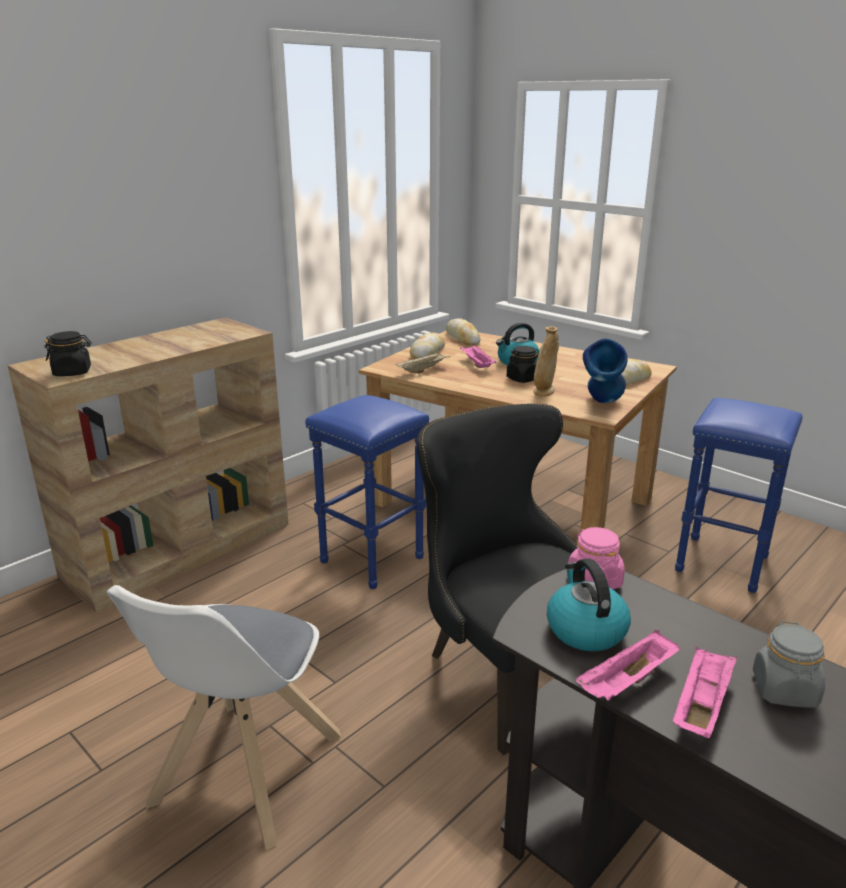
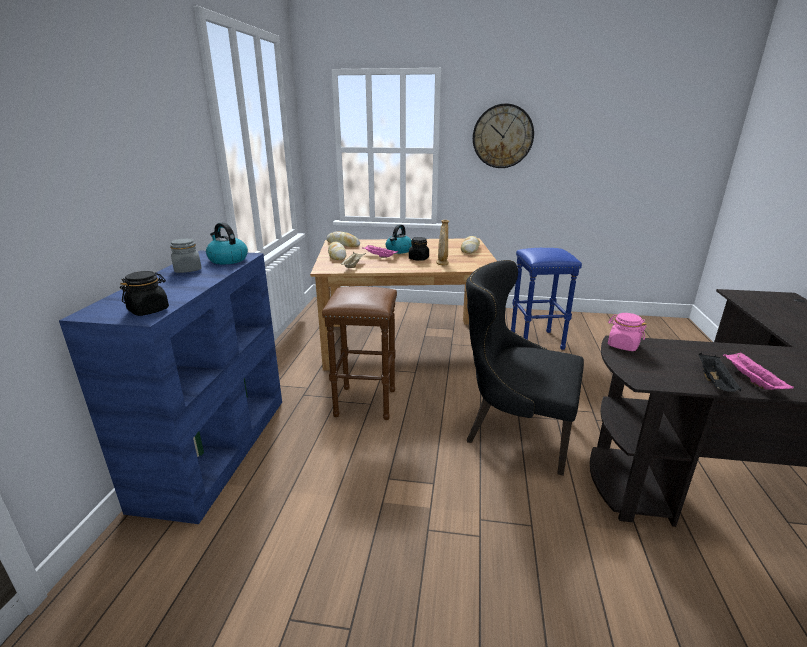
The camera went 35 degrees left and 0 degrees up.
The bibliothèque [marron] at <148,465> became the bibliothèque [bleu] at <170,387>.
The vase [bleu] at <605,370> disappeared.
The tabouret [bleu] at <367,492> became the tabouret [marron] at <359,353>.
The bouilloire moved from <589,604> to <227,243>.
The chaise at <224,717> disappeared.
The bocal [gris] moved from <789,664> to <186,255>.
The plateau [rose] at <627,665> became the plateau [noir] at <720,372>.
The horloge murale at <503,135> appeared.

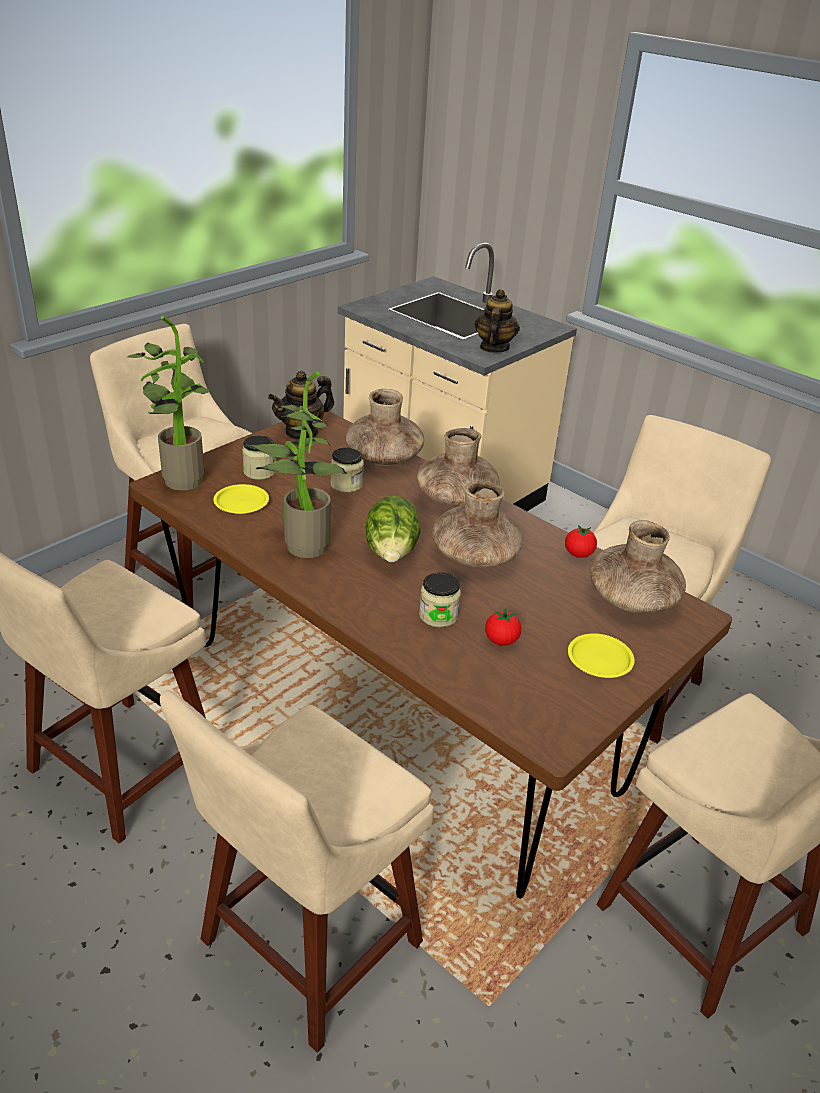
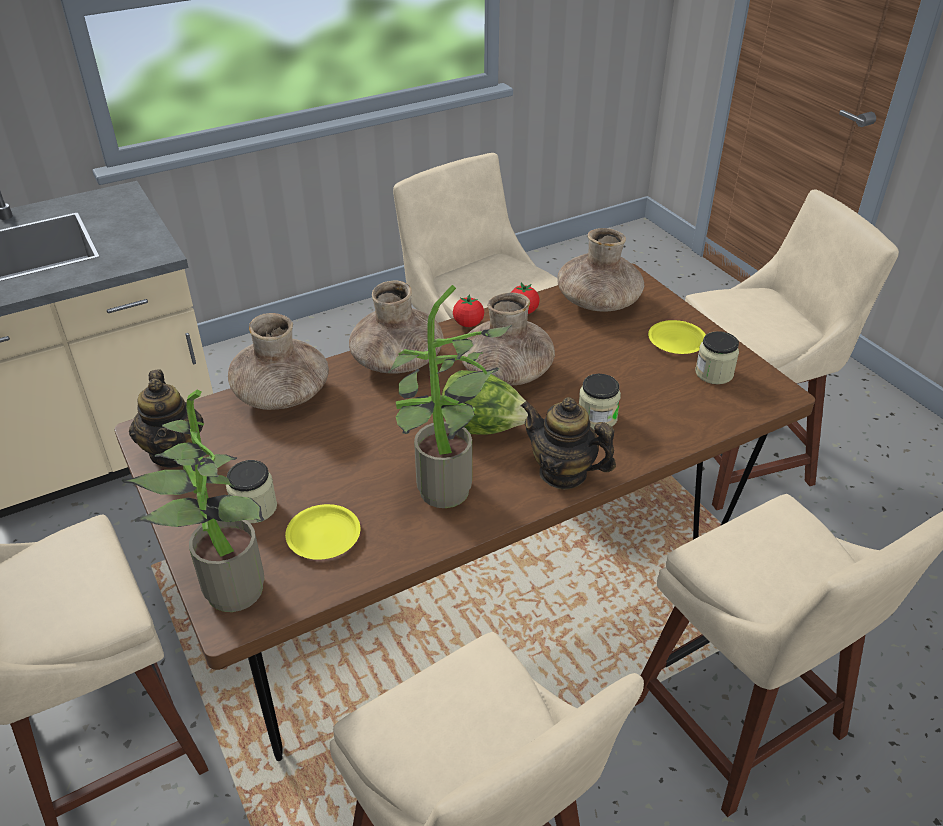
The camera went 70 degrees left and 5 degrees up.
The théière moved from <497,321> to <568,443>.
The bocal moved from <347,470> to <717,357>.
The tomate moved from <503,627> to <468,310>.

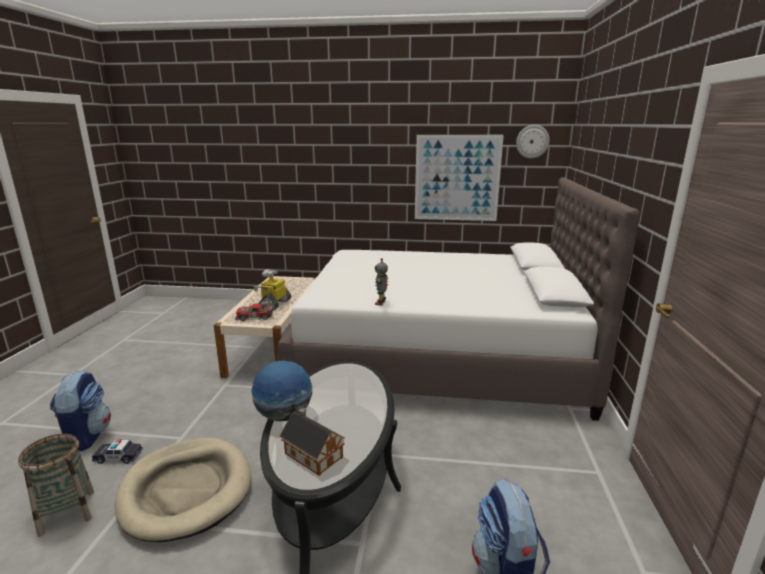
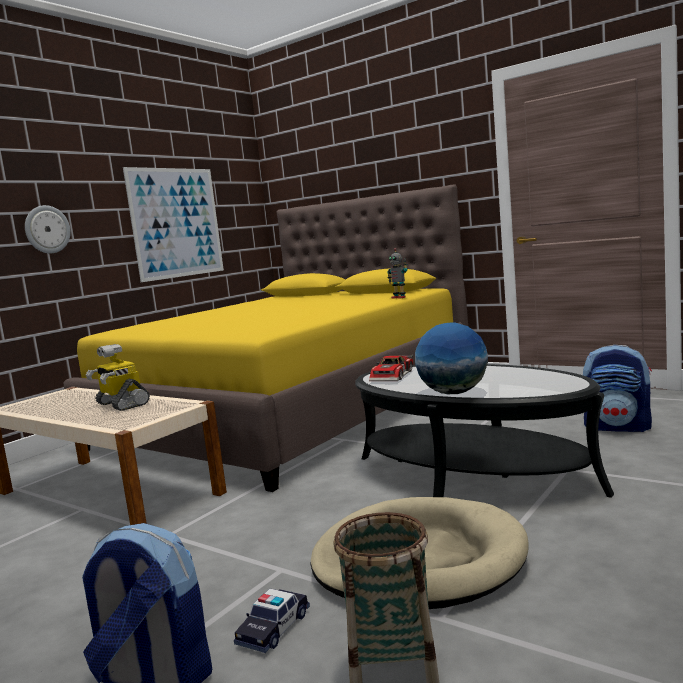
The camera went 60 degrees left and 10 degrees down.
The horloge murale moved from <533,141> to <48,229>.
The lit [blanc] at <459,299> became the lit [jaune] at <265,338>.
The robot jouet moved from <381,282> to <397,273>.
The petite voiture moved from <254,312> to <391,368>.
The maison miniature at <312,441> disappeared.

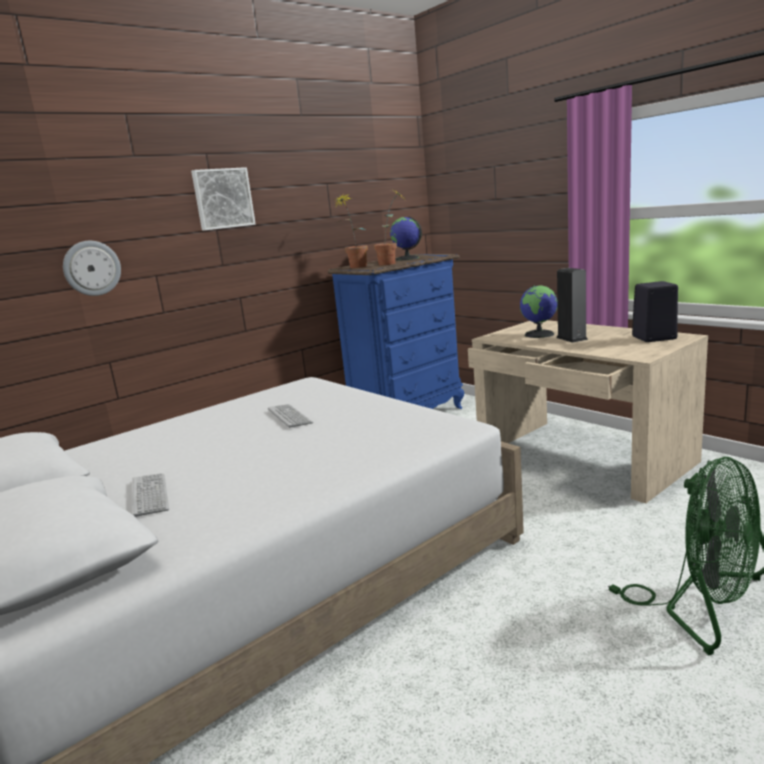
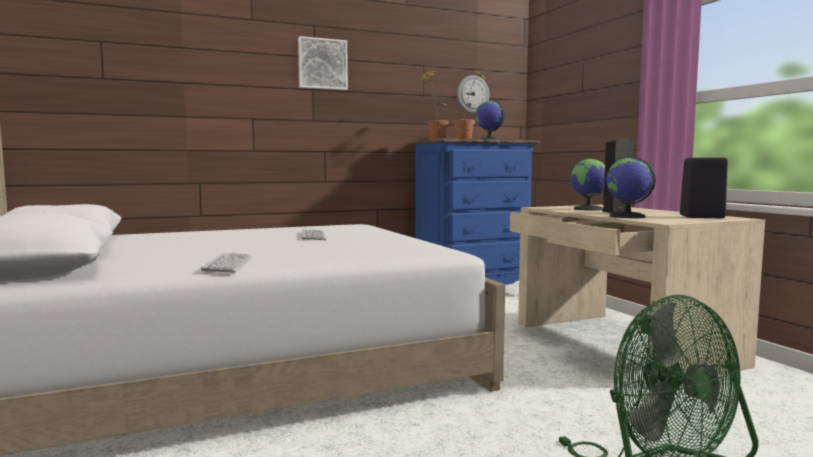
The camera went 15 degrees right and 10 degrees down.
The horloge murale moved from <92,268> to <473,94>.
The clavier moved from <150,495> to <226,263>.
The globe at <631,188> appeared.

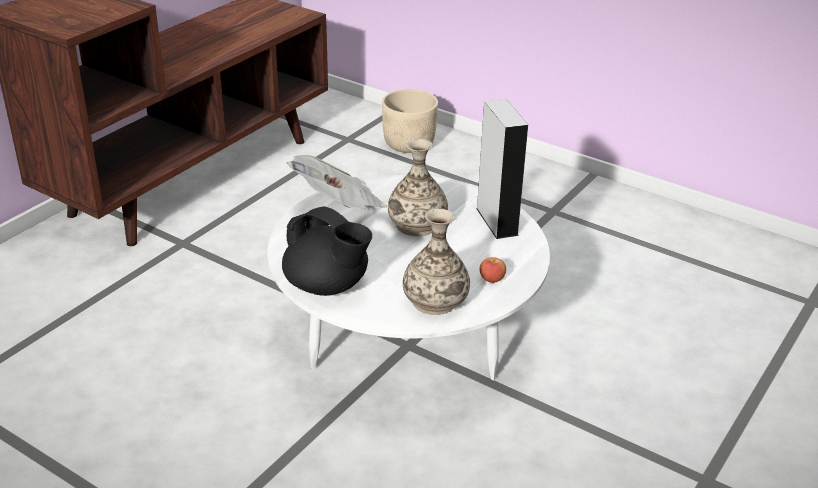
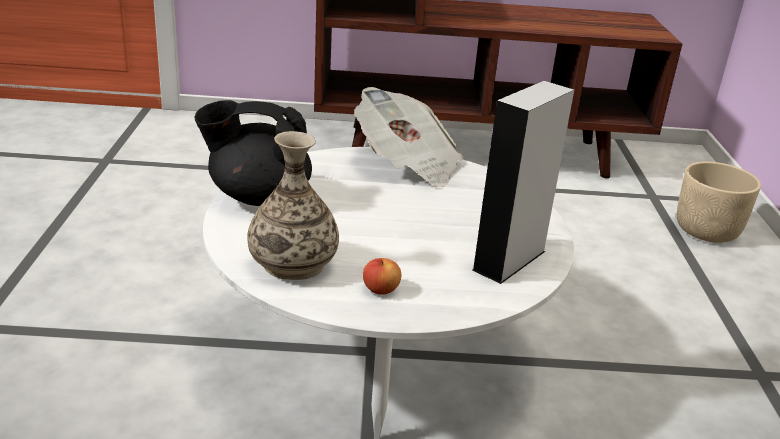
The camera went 55 degrees right and 5 degrees down.
The vase at <418,187> disappeared.
The théière [noir] at <327,251> turned 90 degrees clockwise.

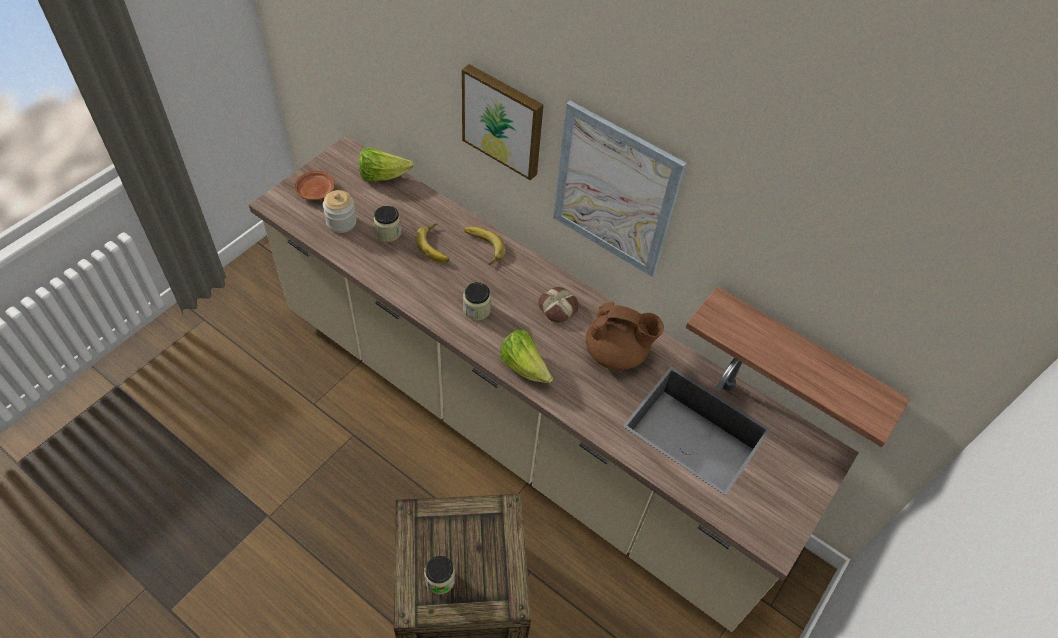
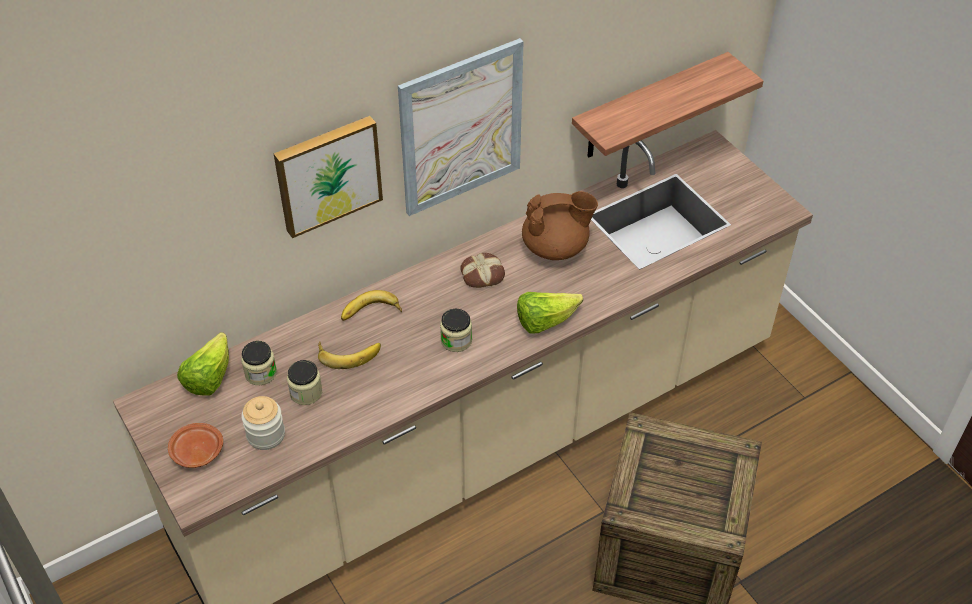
The camera went 65 degrees left and 5 degrees down.
The théière [marron] at <625,336> turned 45 degrees clockwise.
The bocal moved from <439,575> to <259,363>.

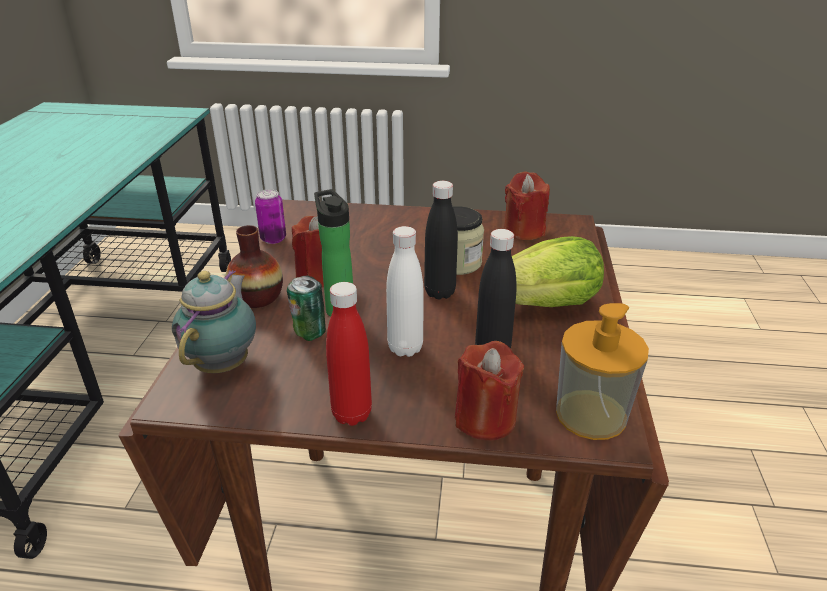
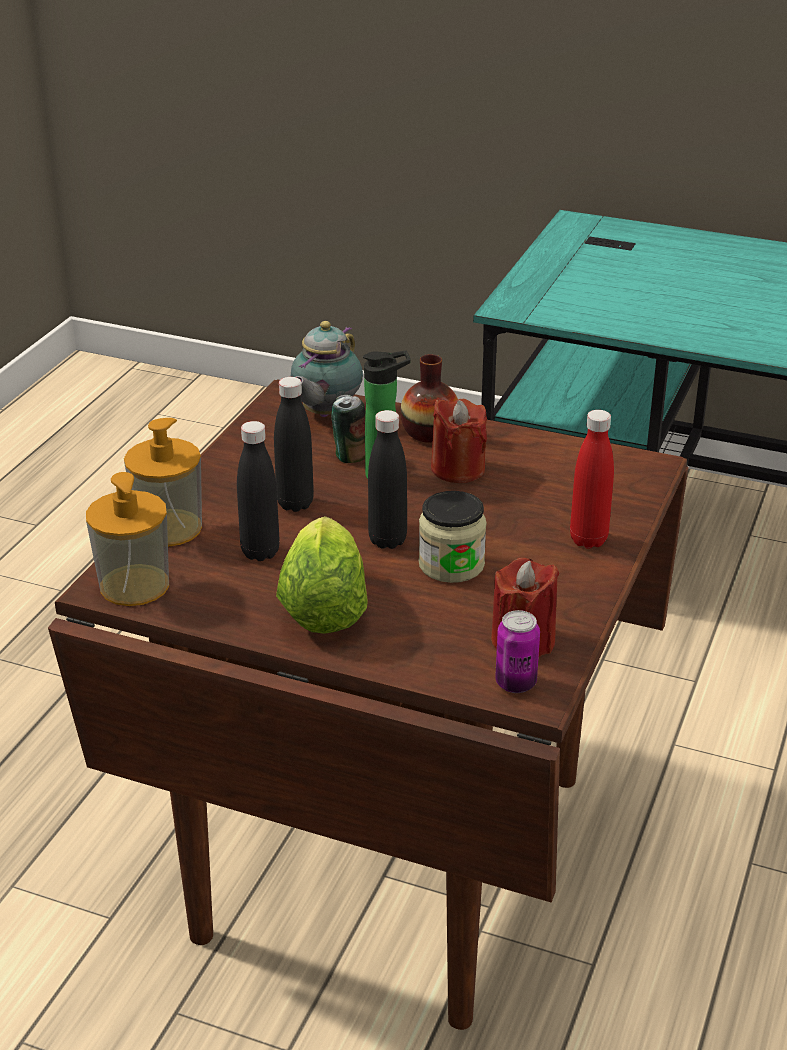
The camera went 105 degrees right and 0 degrees up.
The boîte métallique moved from <270,216> to <517,651>.
The bouteille [blanc] at <404,291> became the bouteille [noir] at <294,444>.
The théière at <214,321> turned 90 degrees clockwise.
The bouteille [rouge] moved from <349,354> to <592,479>.
The bougie [rouge] at <489,390> was replaced by the distributeur de savon at <163,482>.

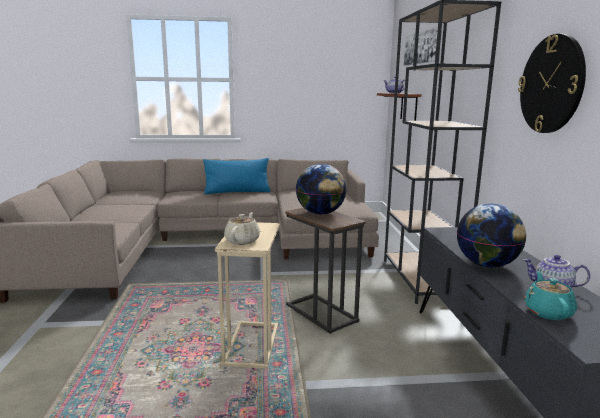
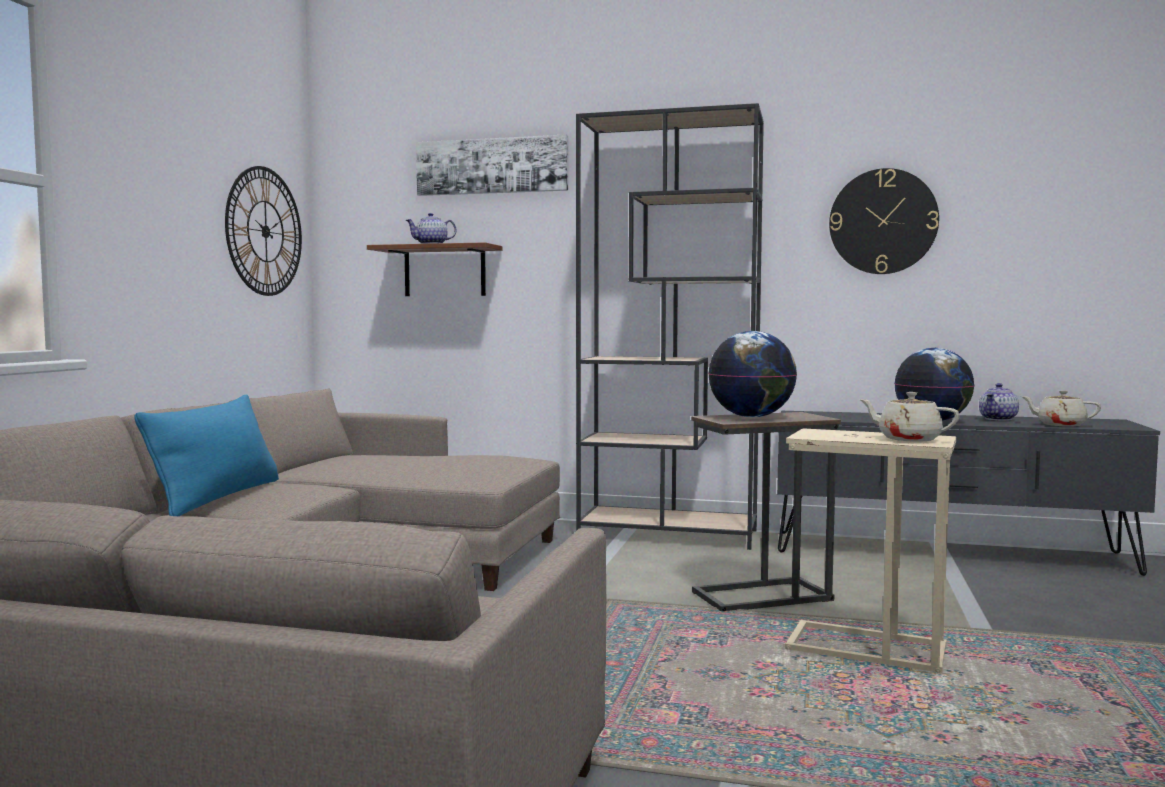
The camera went 70 degrees left and 10 degrees down.
The théière [turquoise] at <550,295> became the théière [beige] at <1061,408>.
The horloge murale at <263,231> appeared.

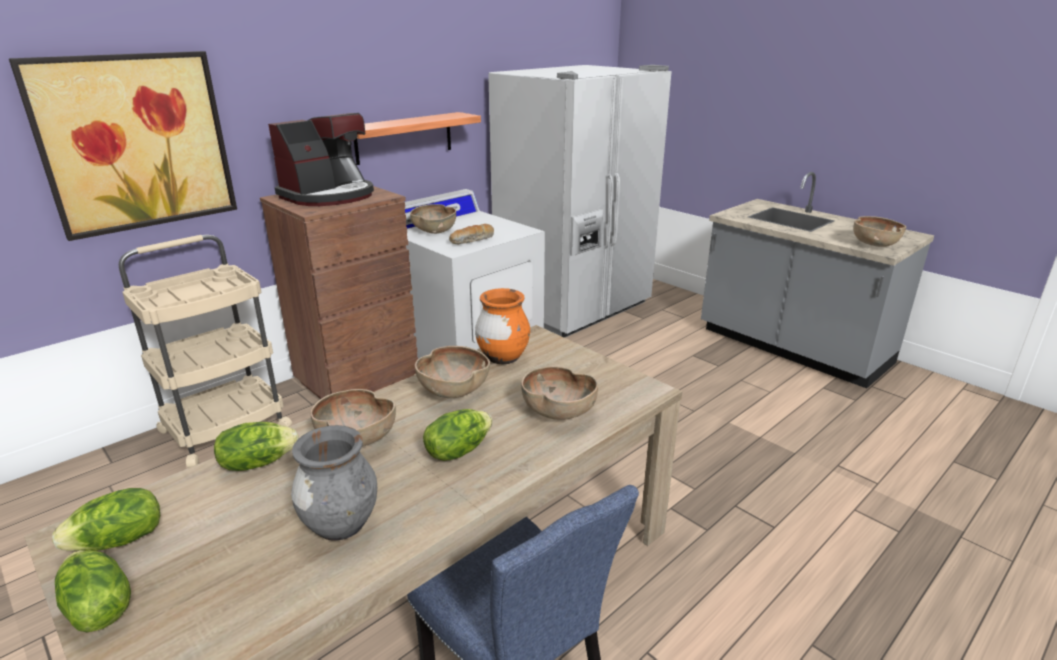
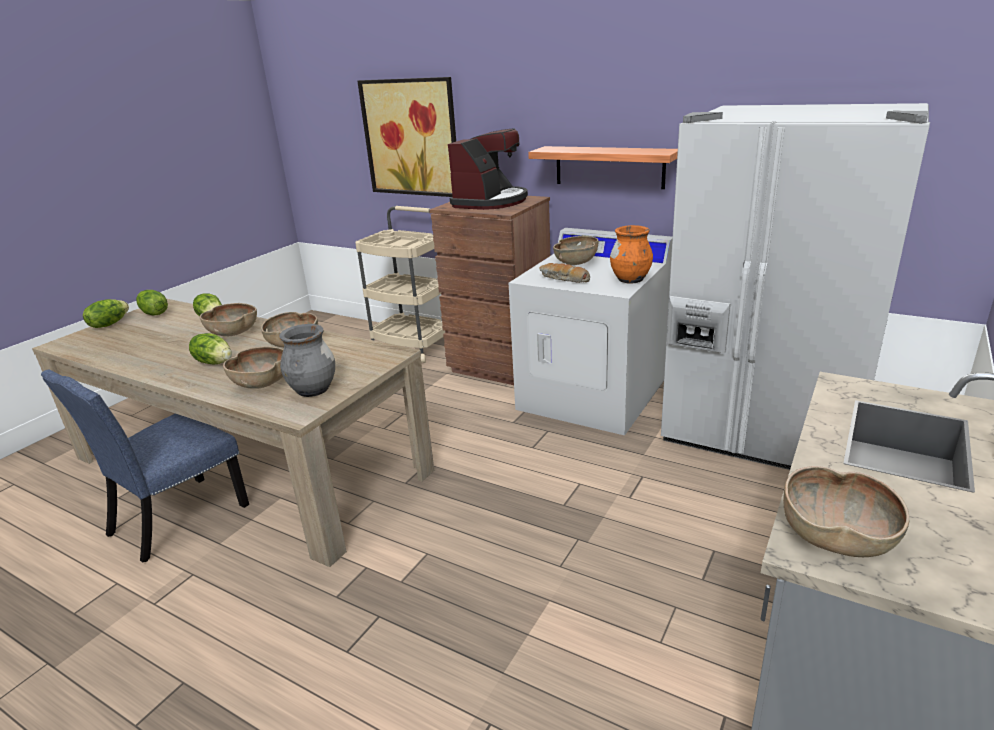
The camera went 75 degrees right and 0 degrees up.
The machine à café at <321,159> turned 90 degrees counterclockwise.
The vase [orange] moved from <502,326> to <631,254>.
The vase [gris] moved from <334,483> to <307,360>.

